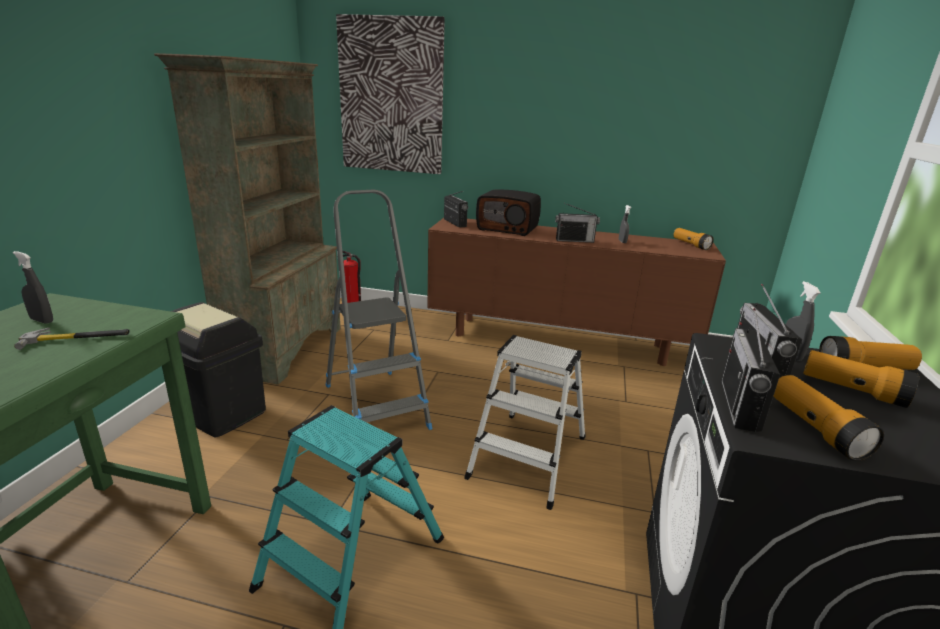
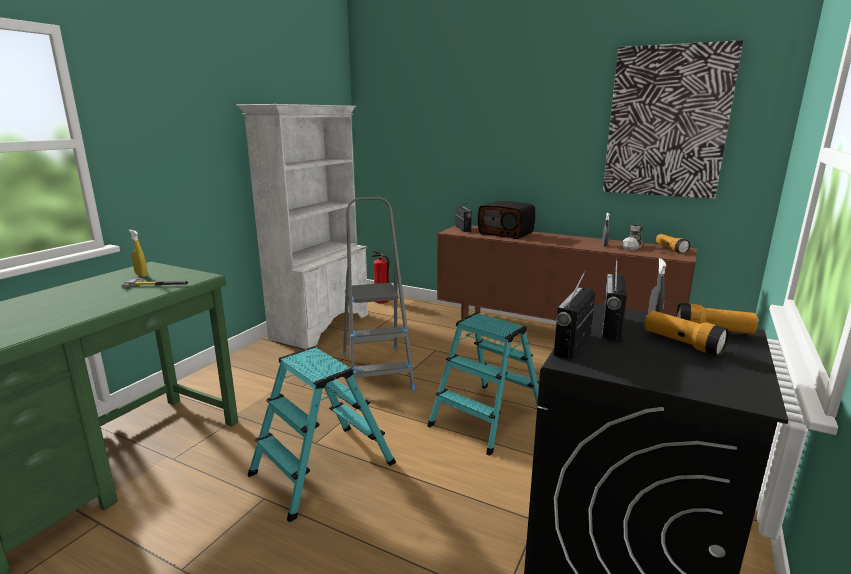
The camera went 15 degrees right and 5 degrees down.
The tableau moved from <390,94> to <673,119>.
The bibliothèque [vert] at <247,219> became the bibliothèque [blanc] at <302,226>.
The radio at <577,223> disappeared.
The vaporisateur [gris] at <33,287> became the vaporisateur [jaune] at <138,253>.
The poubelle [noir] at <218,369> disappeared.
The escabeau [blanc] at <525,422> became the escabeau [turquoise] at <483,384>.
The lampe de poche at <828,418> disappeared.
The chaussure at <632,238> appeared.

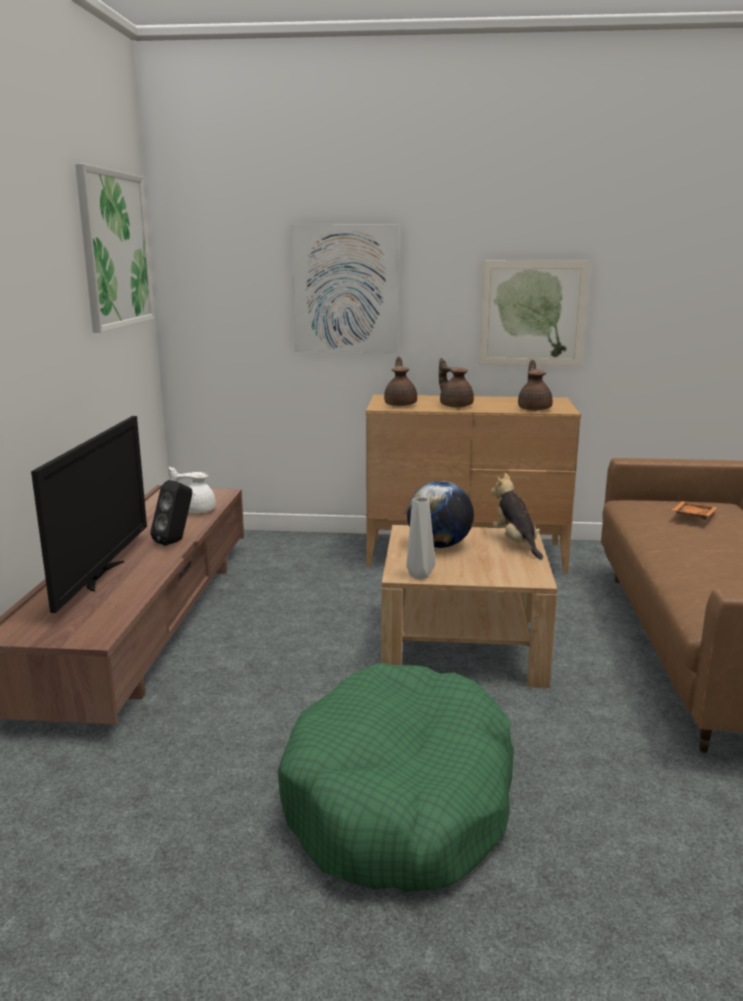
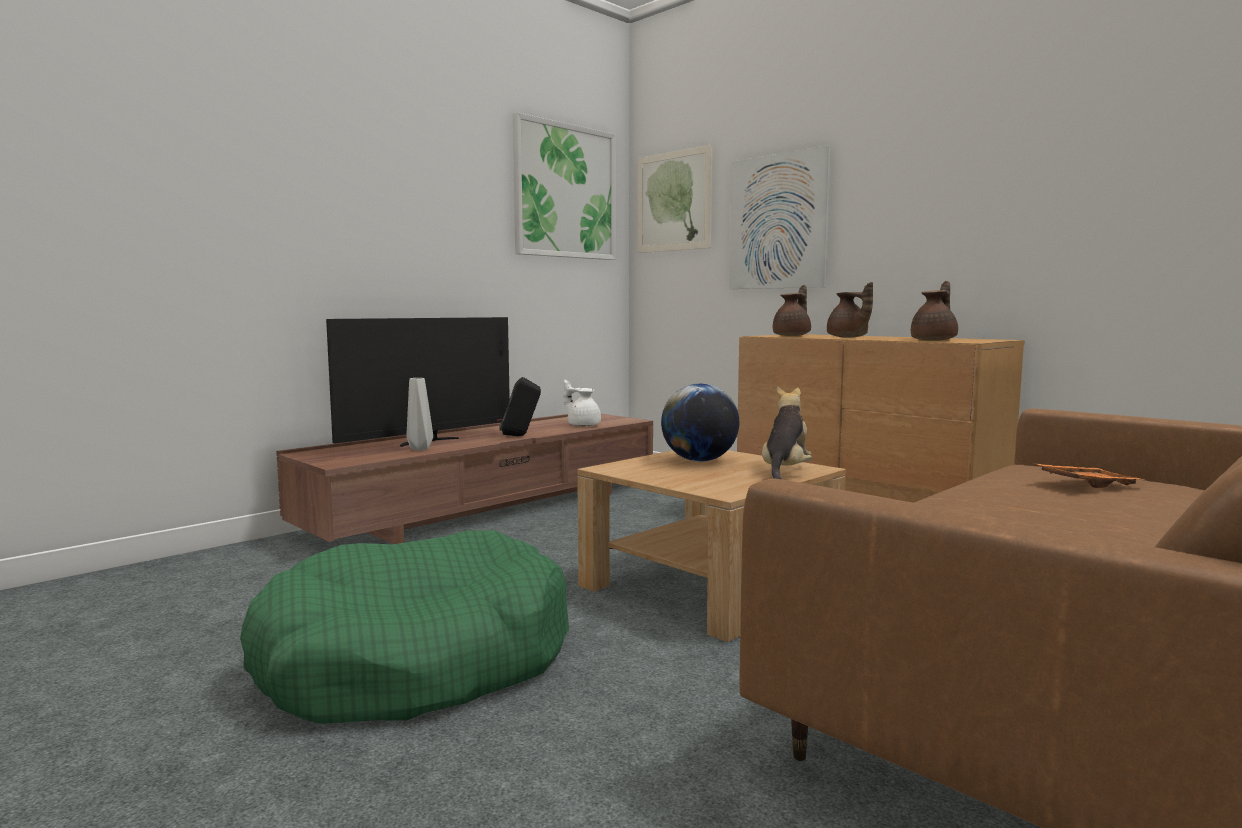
The camera went 40 degrees right and 10 degrees down.
The tableau moved from <535,313> to <675,198>.
The théière [marron] at <456,382> turned 150 degrees clockwise.
The vase [gris] moved from <420,538> to <420,414>.

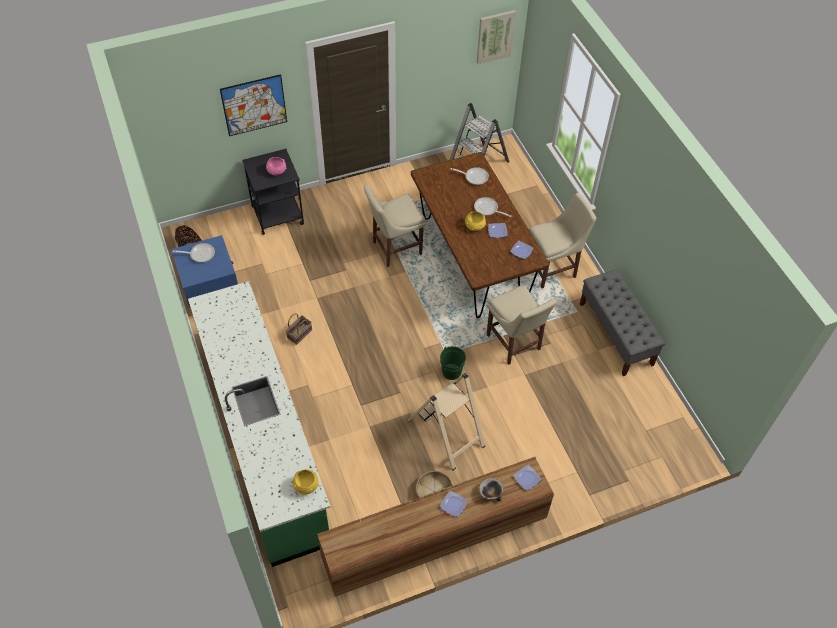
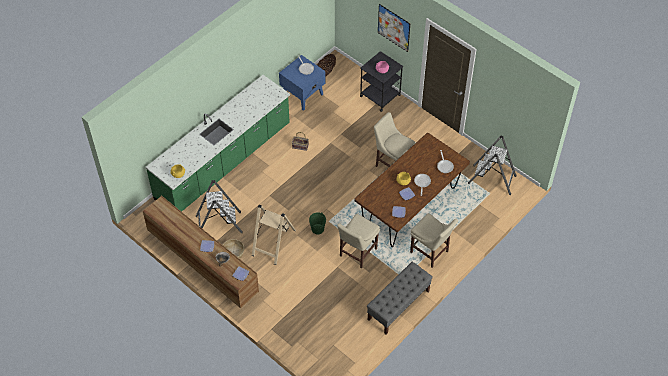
The camera went 65 degrees right and 0 degrees up.
The tableau at <496,37> disappeared.
The escabeau [gris] at <219,206> appeared.

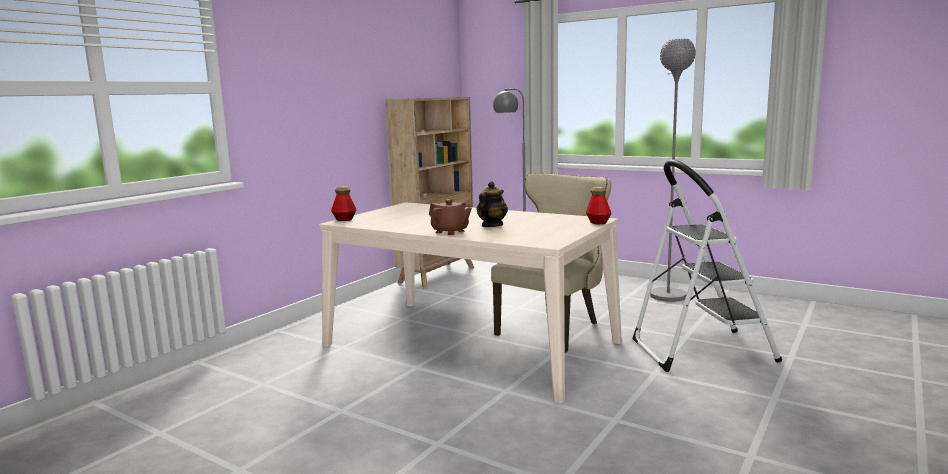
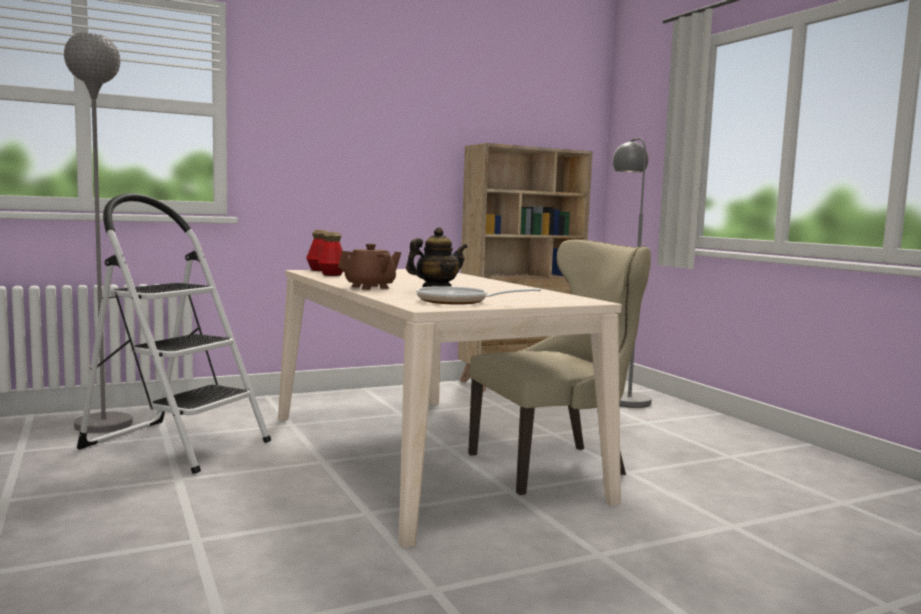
The camera went 30 degrees right and 5 degrees down.
The lampadaire [gris] moved from <673,170> to <98,233>.
The escabeau moved from <707,265> to <174,333>.
The bouteille moved from <598,205> to <330,254>.
The théière [marron] at <450,217> turned 105 degrees counterclockwise.
The poêle at <478,295> appeared.

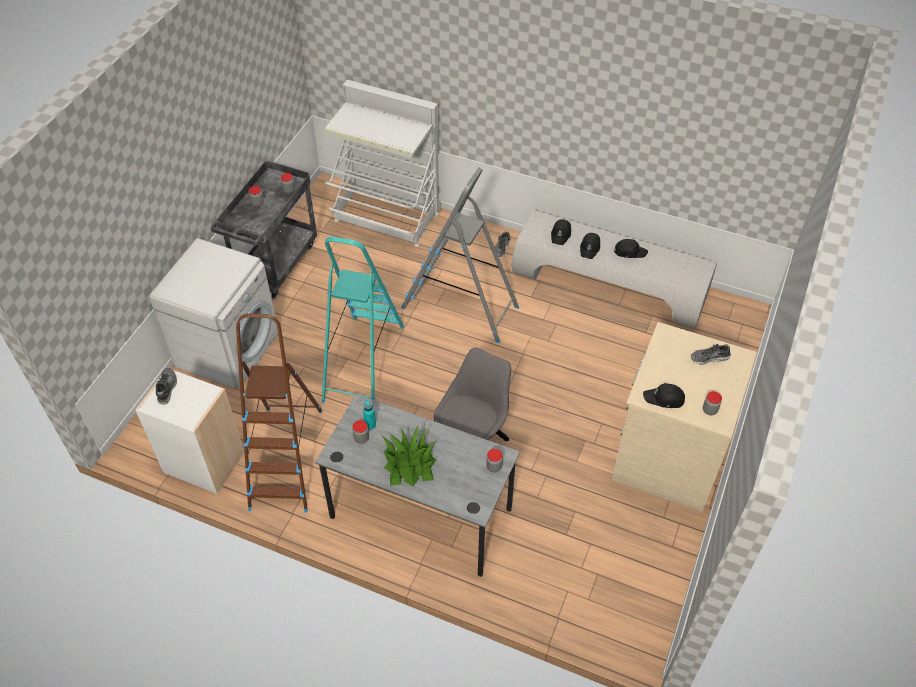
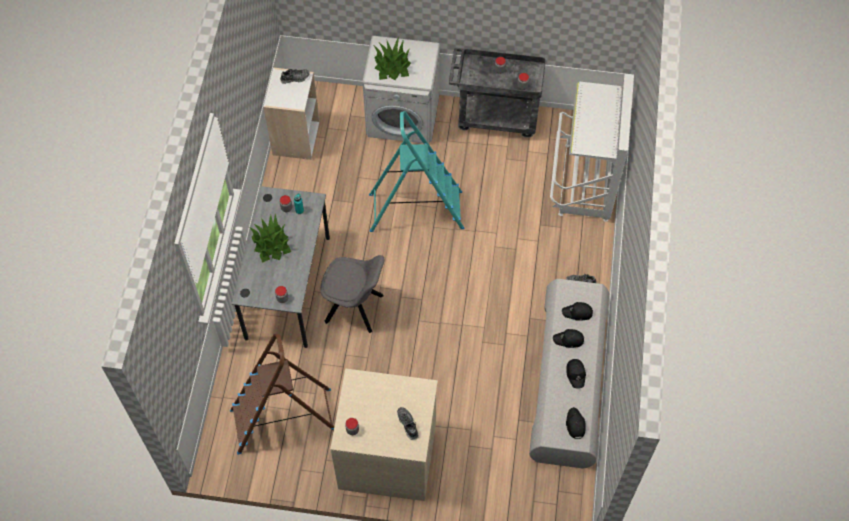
The camera went 75 degrees right and 10 degrees up.
The escabeau [gris] at <460,255> disappeared.
The escabeau [marron] moved from <279,413> to <282,394>.
The casquette [noir] moved from <664,395> to <576,423>.
The plante en pot at <392,58> appeared.

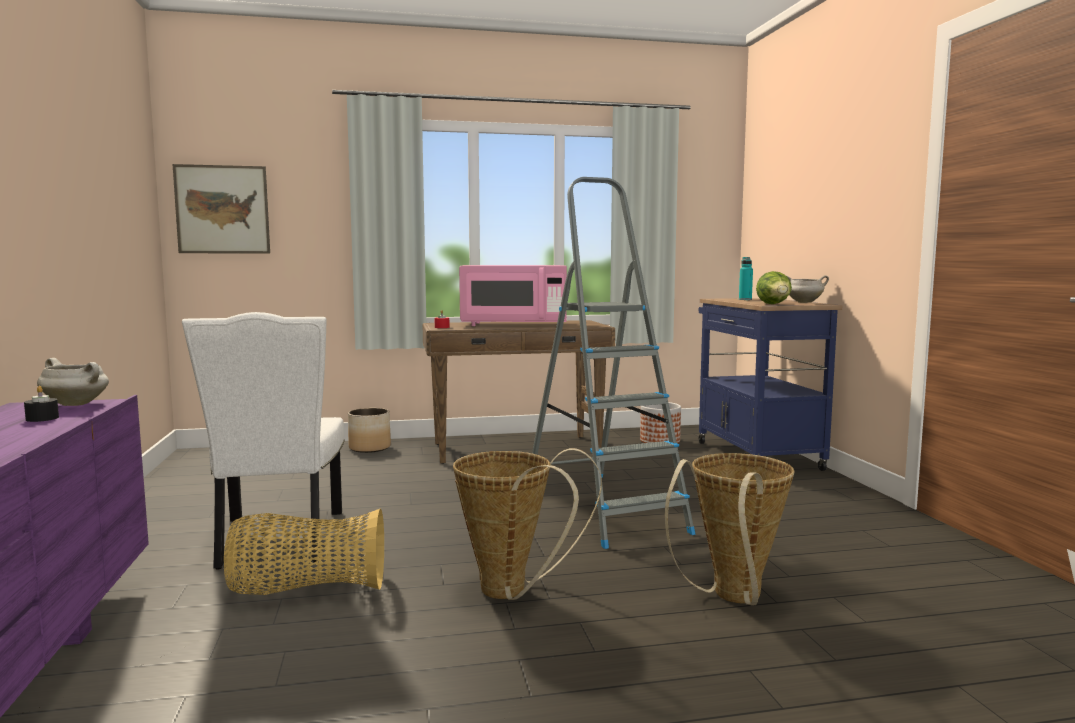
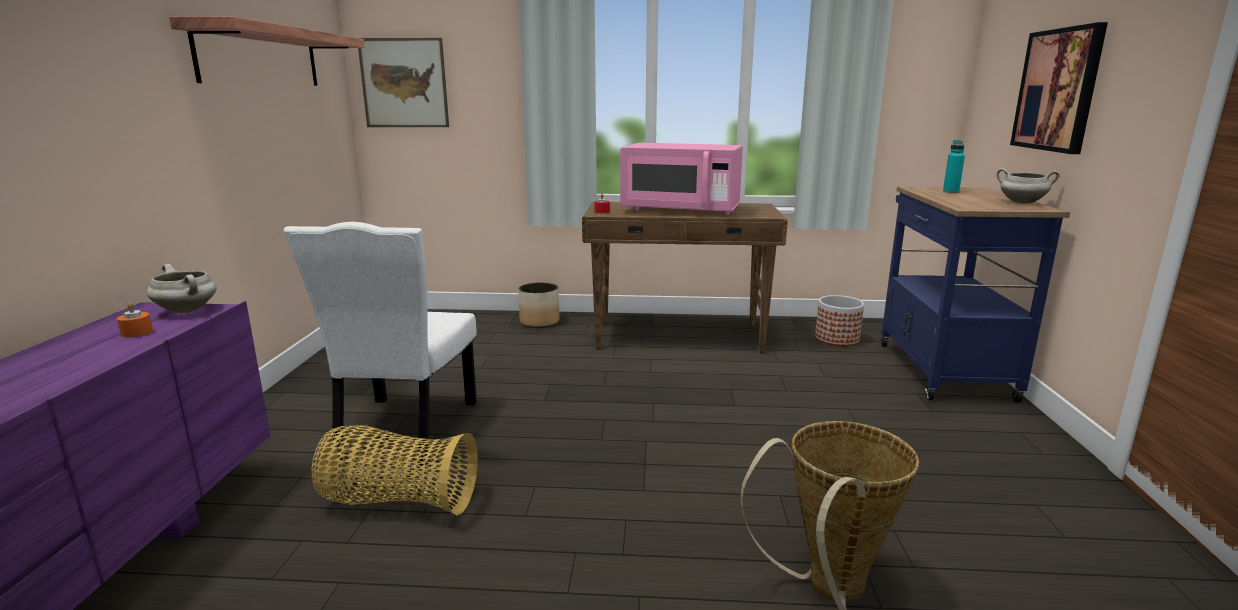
The camera went 15 degrees right and 10 degrees up.
The escabeau [gris] at <613,363> disappeared.
The laitue at <774,287> disappeared.
The bougie [noir] at <41,404> became the bougie [orange] at <135,319>.
The panier at <527,524> disappeared.
The étagère at <267,50> appeared.
The tableau at <1059,88> appeared.

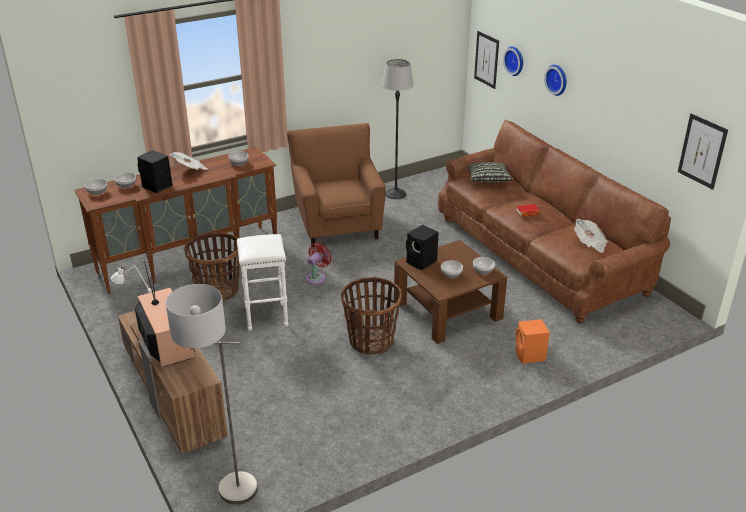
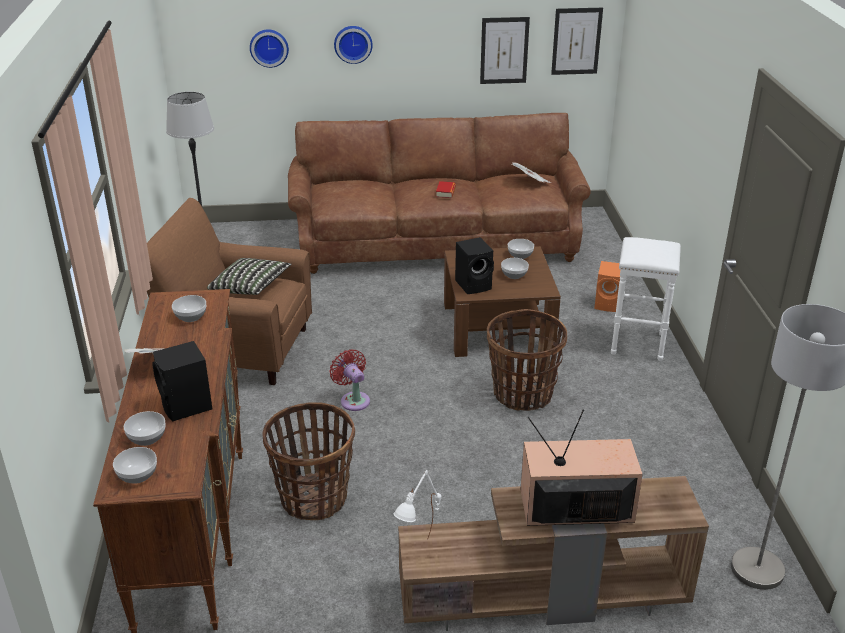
The camera went 65 degrees left and 0 degrees up.
The tableau moved from <486,60> to <505,50>.
The coussin moved from <490,172> to <249,276>.
The tabouret [blanc] moved from <263,282> to <646,299>.

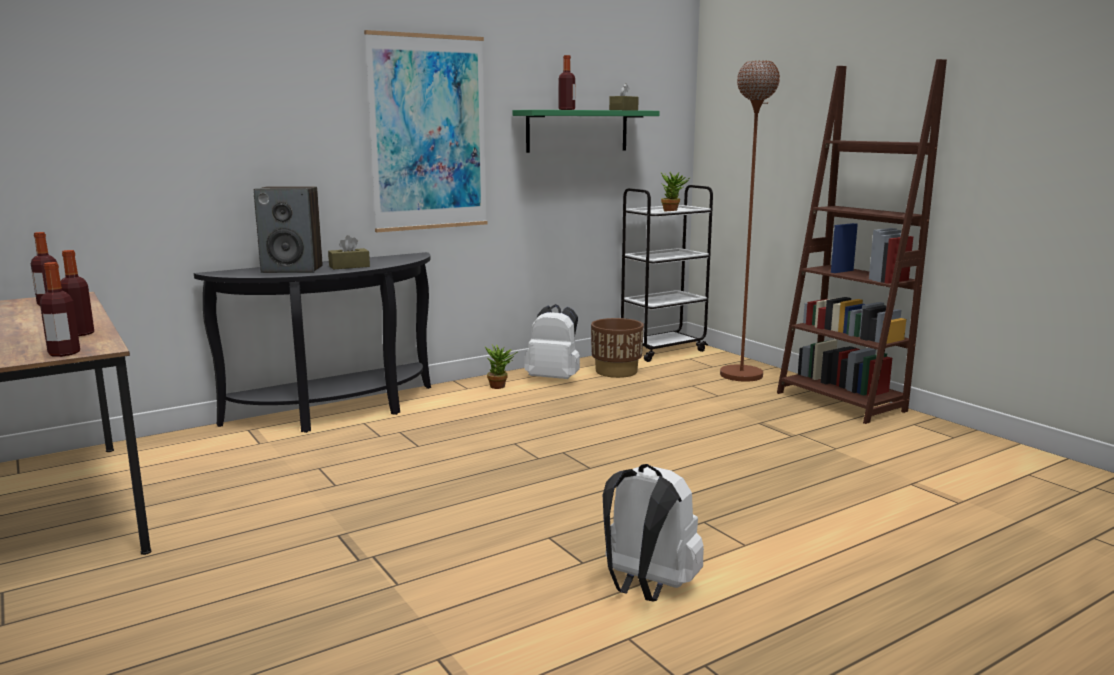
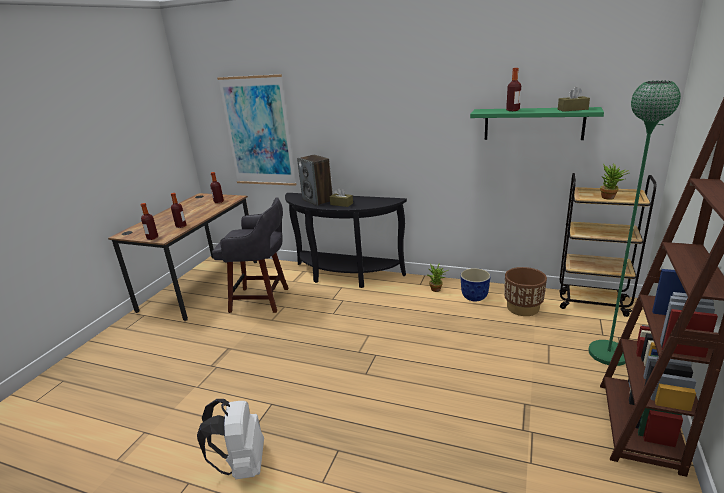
The camera went 55 degrees right and 10 degrees up.
The tableau moved from <425,131> to <256,130>.
The lampadaire [marron] at <750,221> became the lampadaire [vert] at <634,223>.
The chariot [blanc] at <667,273> became the chariot [marron] at <607,245>.
The sac à dos [blanc] at <552,341> was replaced by the cache-pot at <475,284>.
The tabouret [gris] at <250,255> appeared.

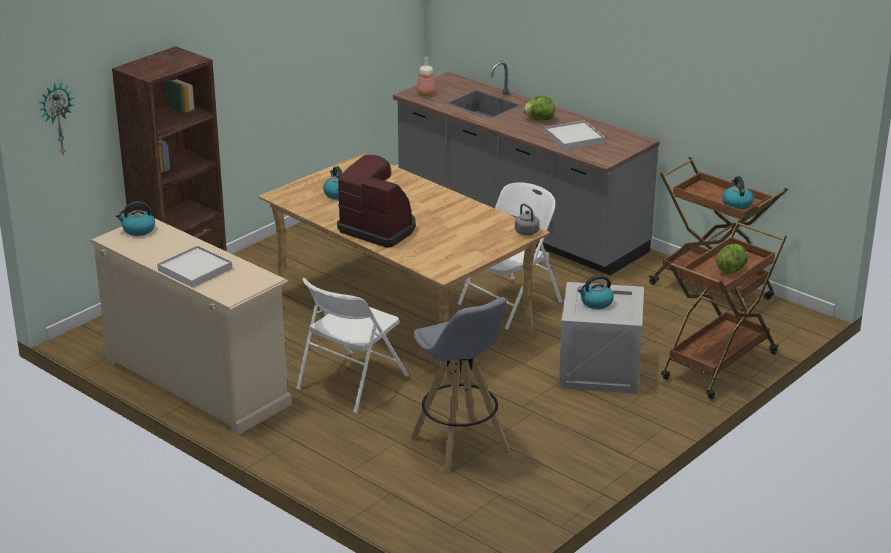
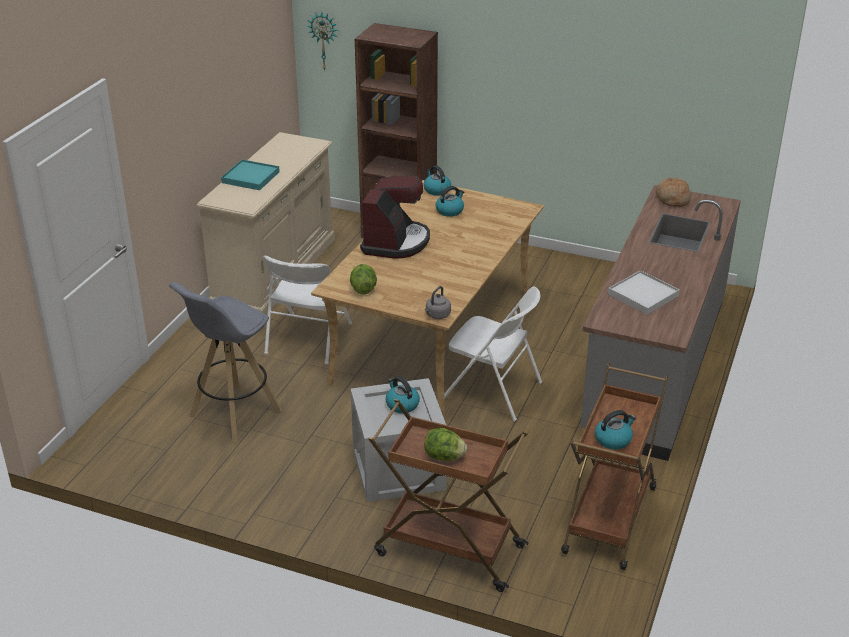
The camera went 70 degrees right and 5 degrees up.
The bouteille at <426,76> was replaced by the pain at <673,192>.
The laitue moved from <539,108> to <363,279>.
The bouilloire moved from <135,218> to <437,180>.
The plateau [blanc] at <194,266> became the plateau [turquoise] at <250,174>.
The chaise [blanc] at <352,346> turned 90 degrees counterclockwise.

